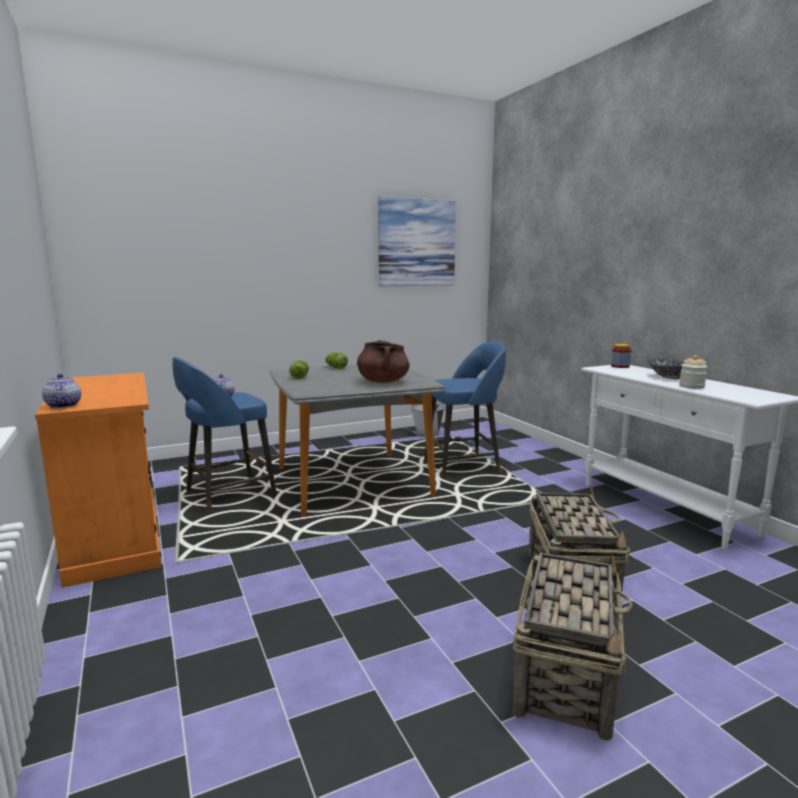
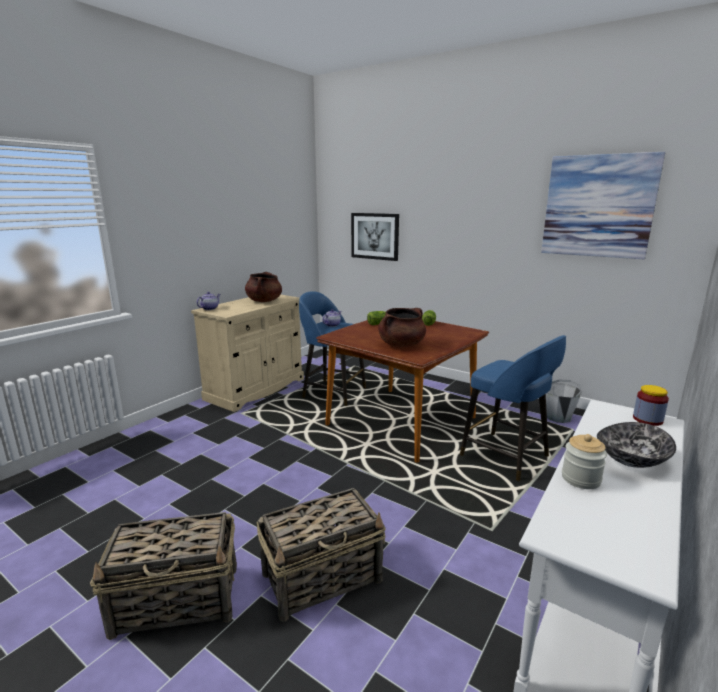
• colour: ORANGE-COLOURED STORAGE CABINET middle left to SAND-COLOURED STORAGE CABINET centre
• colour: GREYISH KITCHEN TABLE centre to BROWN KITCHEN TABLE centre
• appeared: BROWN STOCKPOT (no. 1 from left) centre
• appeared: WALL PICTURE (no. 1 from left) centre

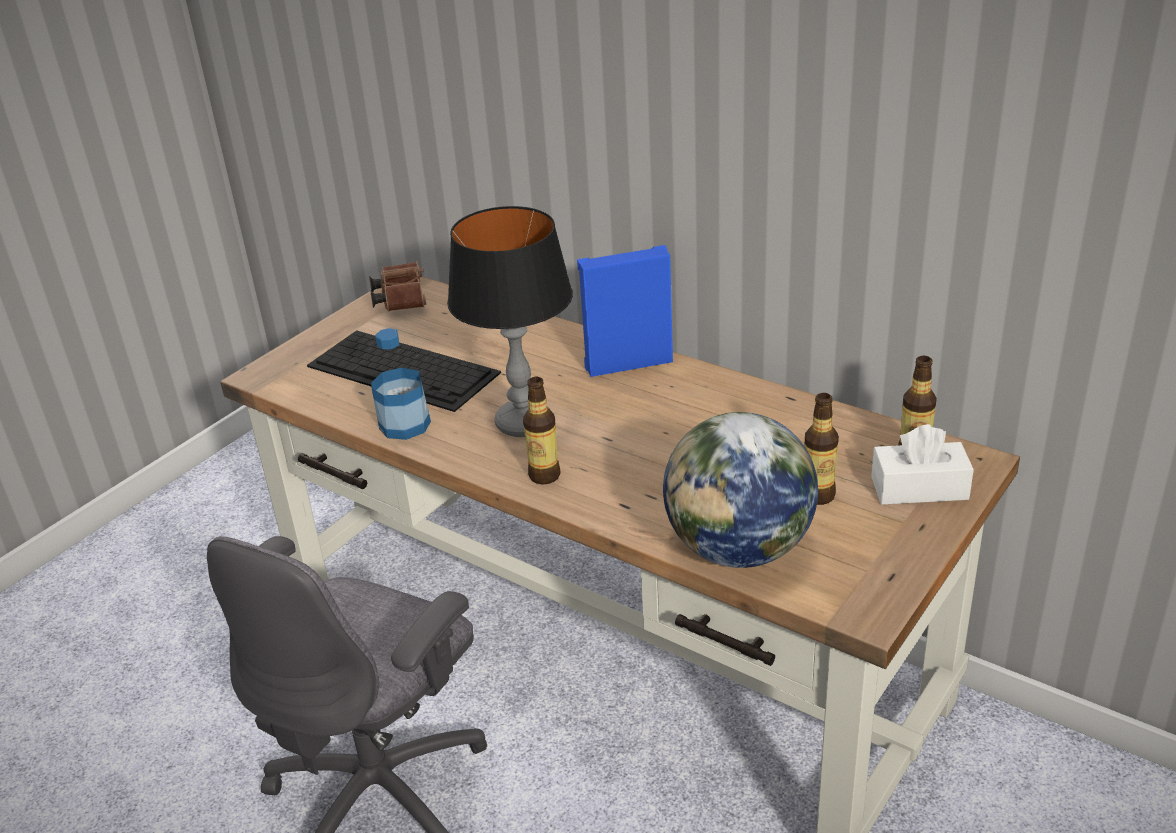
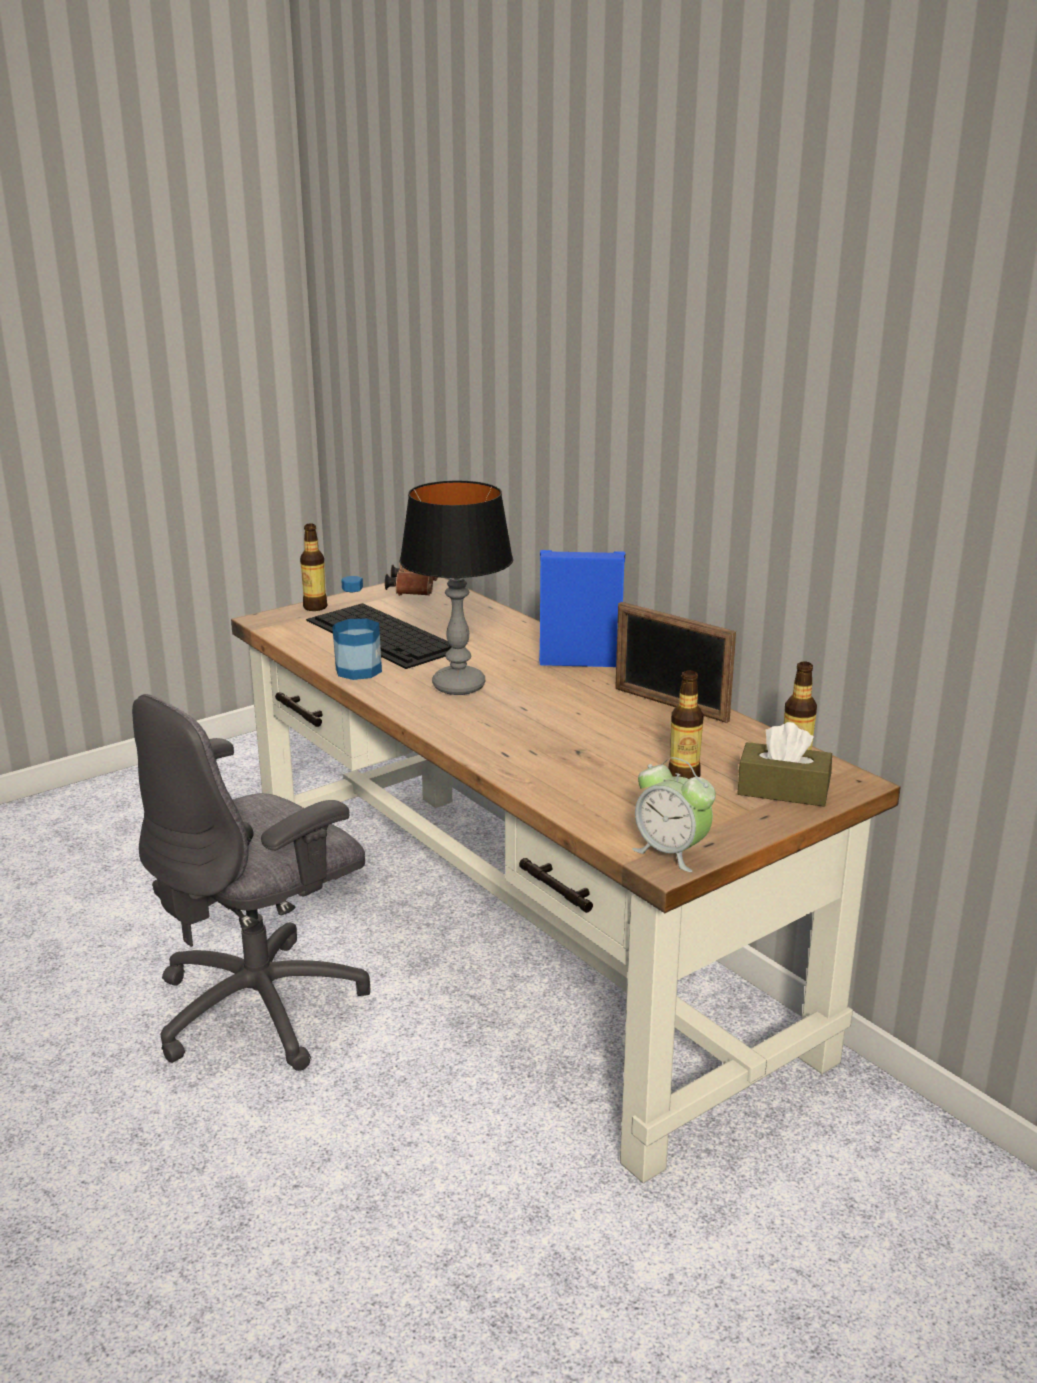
• relocated: DRINK BOTTLE (no. 2 from left in the first image) centre to DRINK BOTTLE (no. 1 from left) middle left
• missing: GLOBE centre
• colour: WHITE BOX OF TISSUES middle right to BROWN BOX OF TISSUES middle right
• appeared: STANDING FRAME centre
• appeared: TABLE CLOCK centre

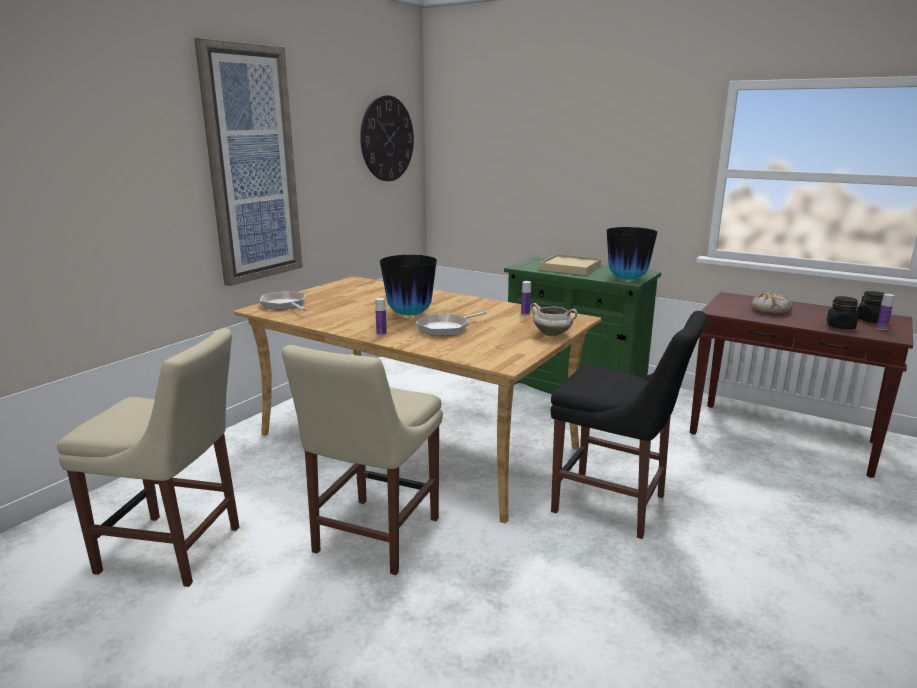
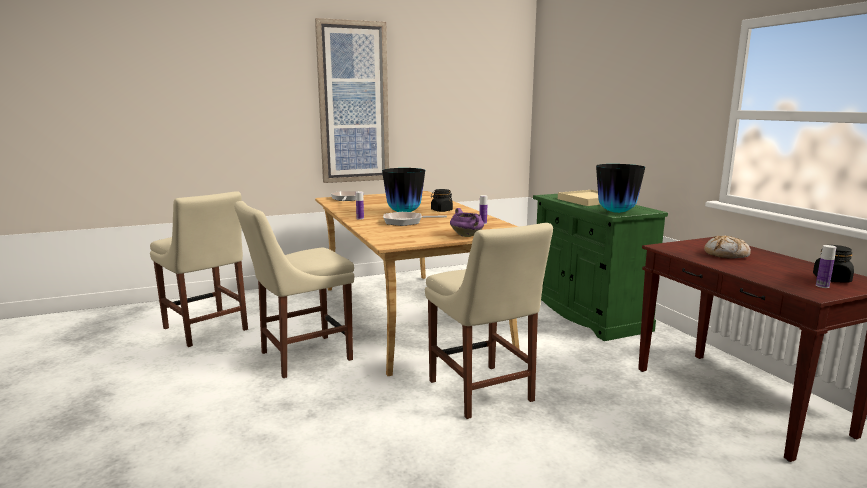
• missing: CLOCK ON THE WALL top centre
• colour: WHITE STOCKPOT centre to PURPLISH STOCKPOT centre
• colour: BLACK-COLOURED UPRIGHT CHAIR middle right to SAND-COLOURED UPRIGHT CHAIR (no. 3 from left) centre
• relocated: BLACK-COLOURED STORAGE JAR (no. 1 from left) middle right to centre

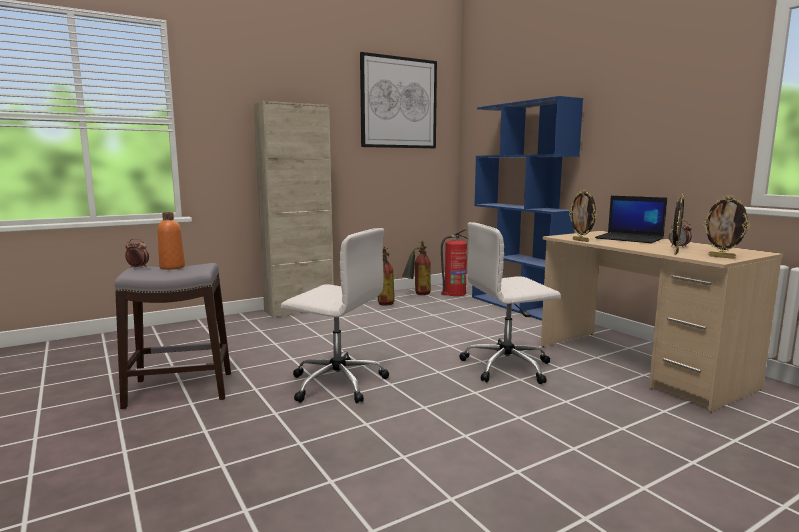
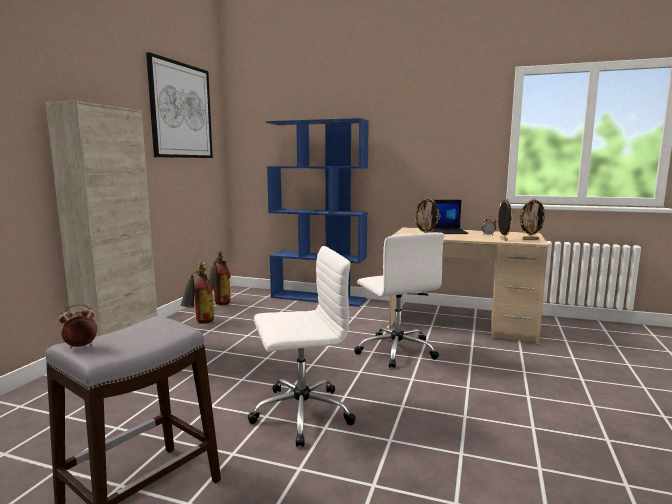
• missing: ORANGE-COLOURED DRINK BOTTLE middle left
• missing: EXTINGUISHER (no. 3 from left) centre
• spun: WHITE COMPUTER CHAIR (no. 2 from left) centre = centre 60 degrees counterclockwise

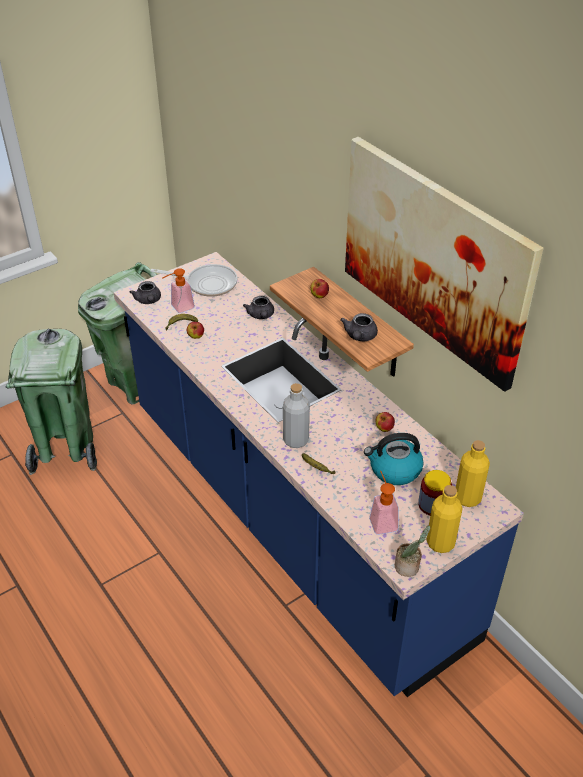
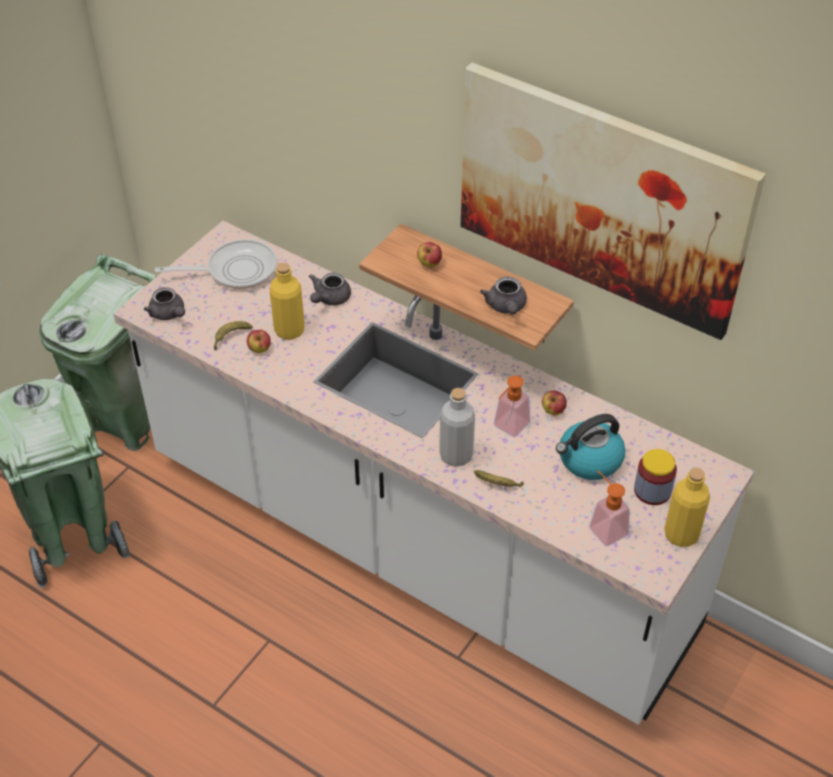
• colour: BLUE-COLOURED COUNTER centre to WHITE COUNTER centre
• relocated: LIQUID SOAP BOTTLE (no. 1 from left) middle left to centre
• spun: GREYISH TEAPOT (no. 2 from left) centre = centre 60 degrees clockwise
• missing: POTTED PLANT bottom right
• relocated: YELLOWISH DRINK BOTTLE (no. 2 from left in the first image) middle right to YELLOWISH DRINK BOTTLE (no. 1 from left) centre

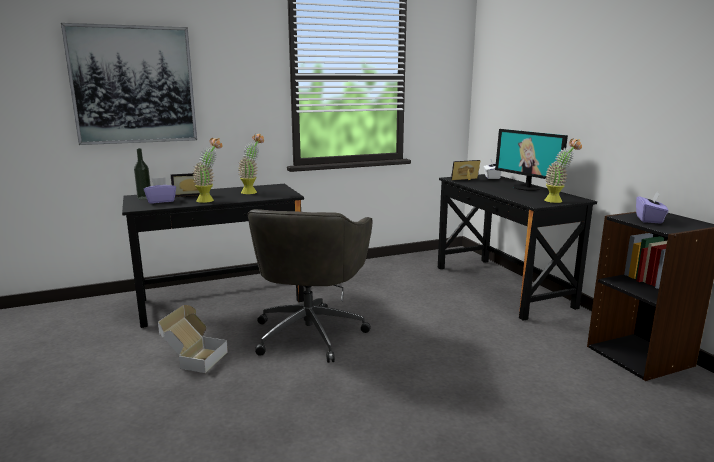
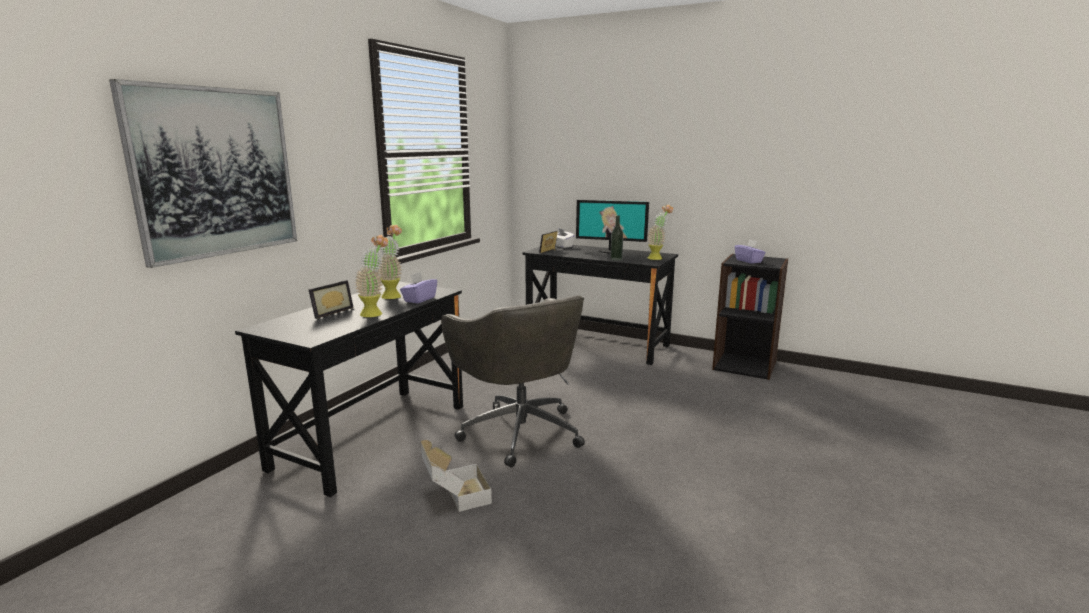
• relocated: DRINK BOTTLE middle left to centre
• relocated: PURPLISH BOX OF TISSUES (no. 1 from left) middle left to centre

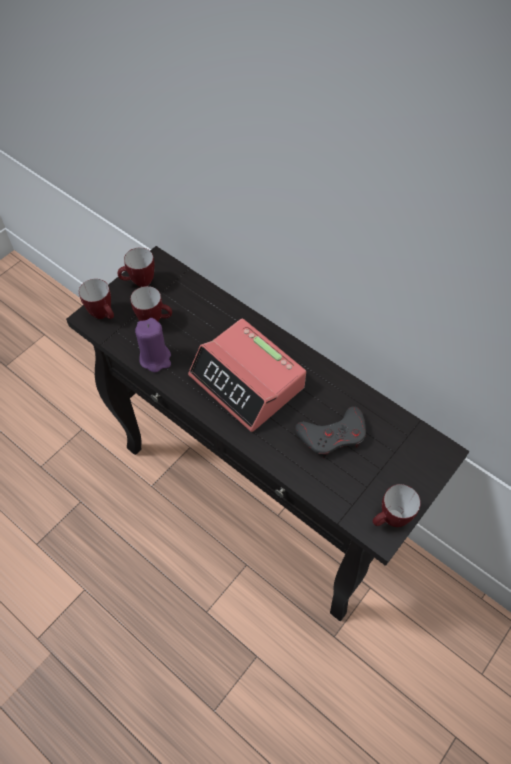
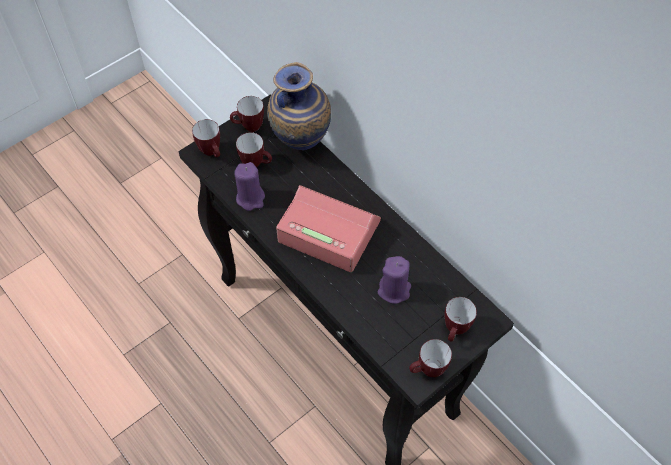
• spun: TABLE CLOCK centre = centre 150 degrees clockwise
• exchanged: GREYISH GAME CONTROLLER centre to PURPLISH CANDLE (no. 2 from left) centre
• appeared: DECORATIVE VASE top centre
• appeared: MUG (no. 5 from left) bottom right

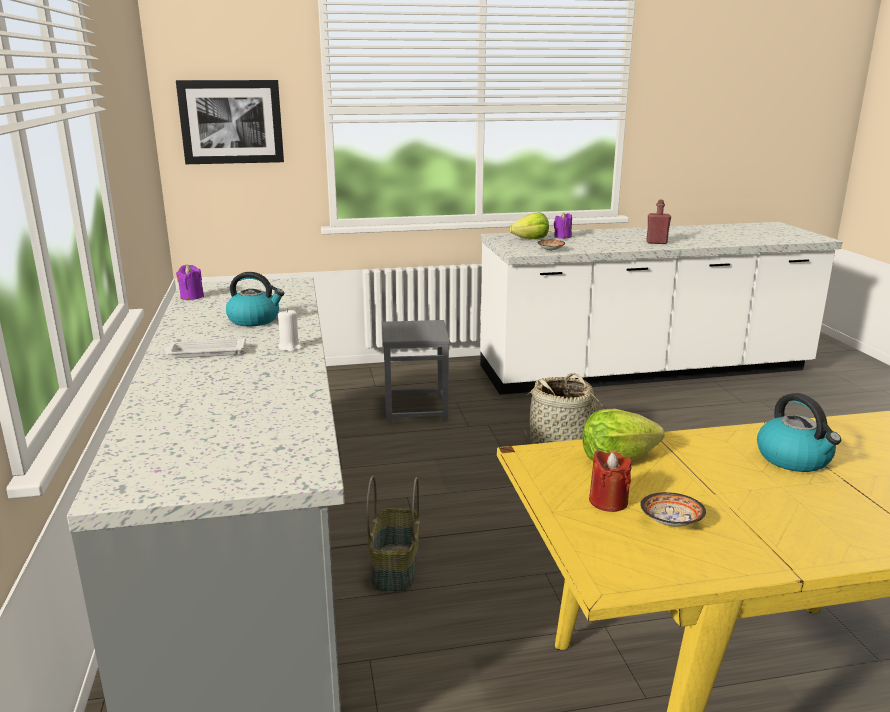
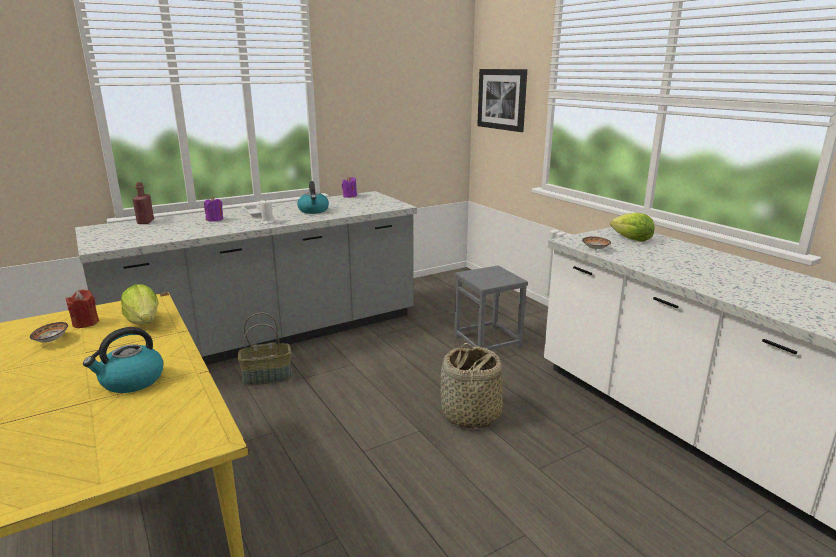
• relocated: PURPLISH CANDLE (no. 2 from left in the first image) top centre to PURPLISH CANDLE (no. 1 from left) middle left
• relocated: RED-COLOURED DRINK BOTTLE top right to middle left

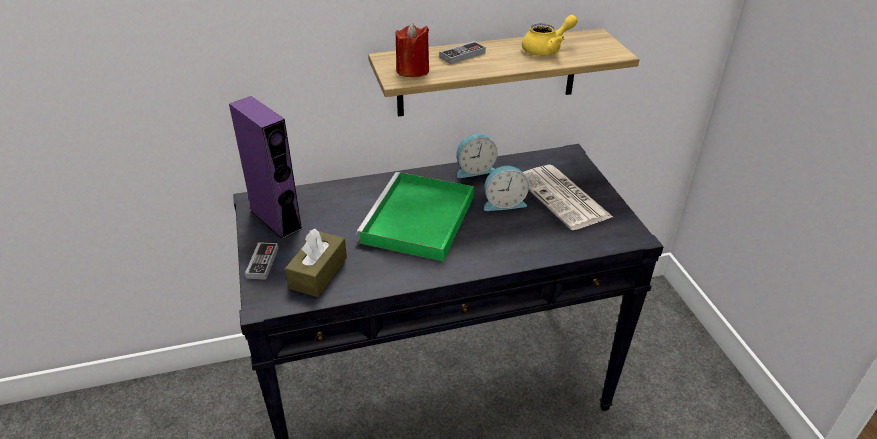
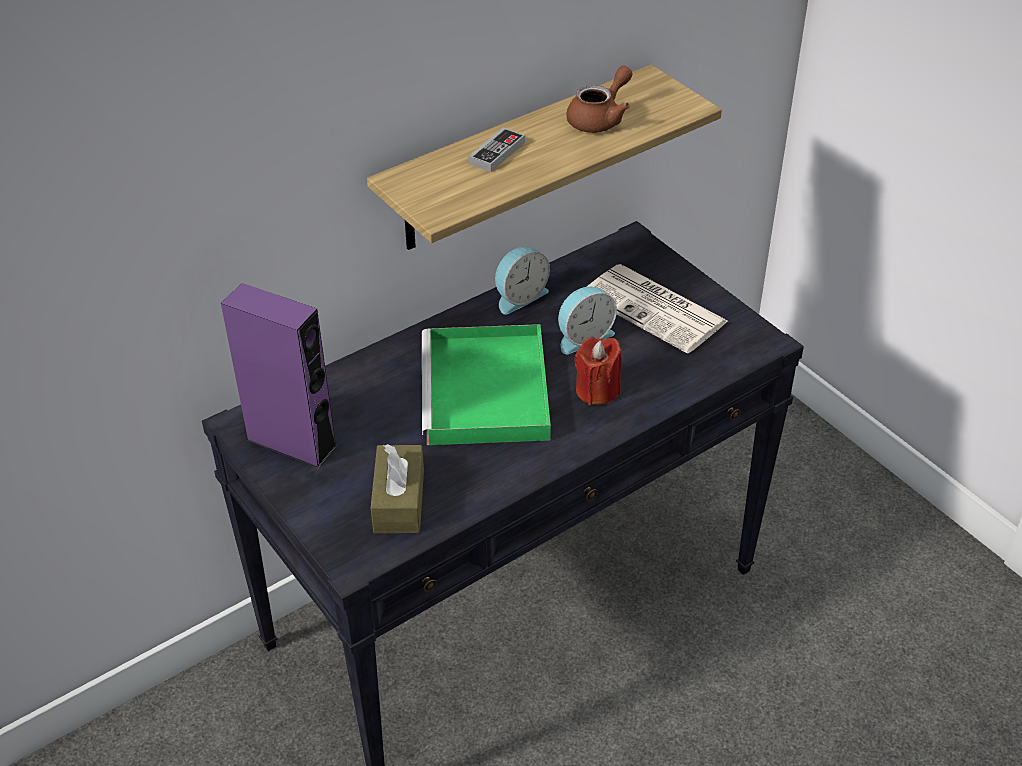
• missing: GAME CONTROLLER (no. 1 from left) middle left
• relocated: RED-COLOURED CANDLE top centre to centre
• colour: YELLOWISH TEAPOT top centre to BROWN TEAPOT top centre

